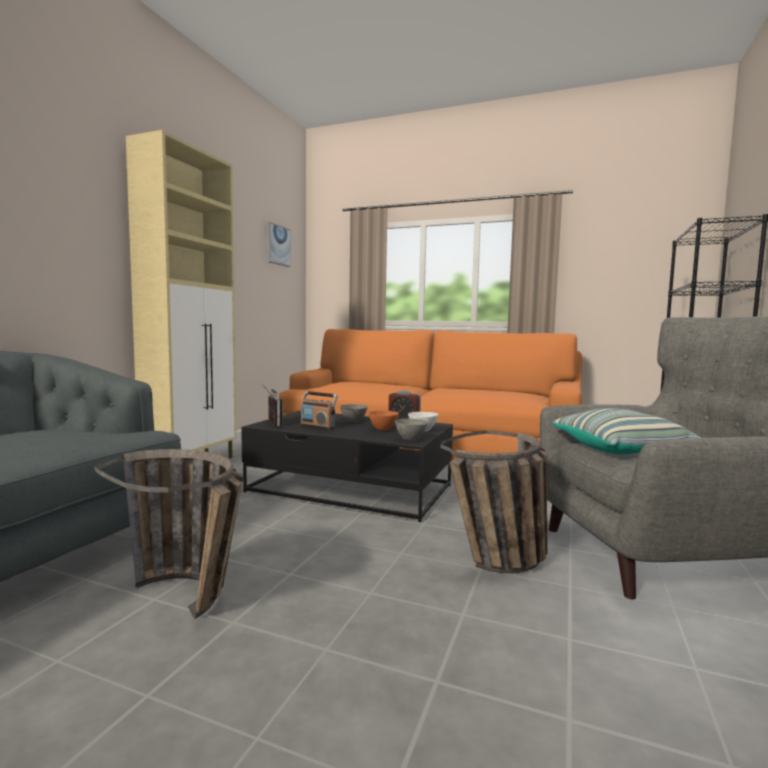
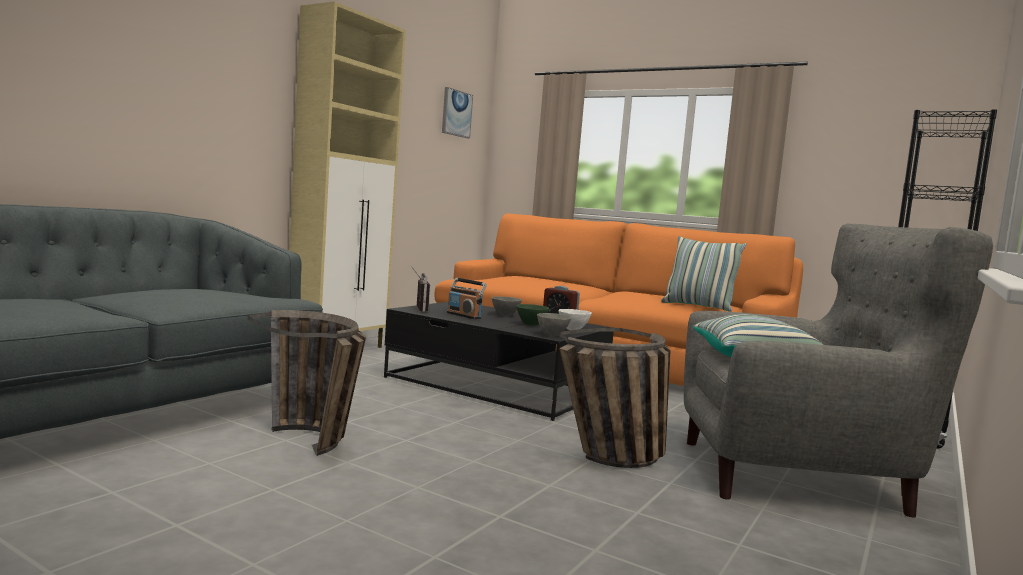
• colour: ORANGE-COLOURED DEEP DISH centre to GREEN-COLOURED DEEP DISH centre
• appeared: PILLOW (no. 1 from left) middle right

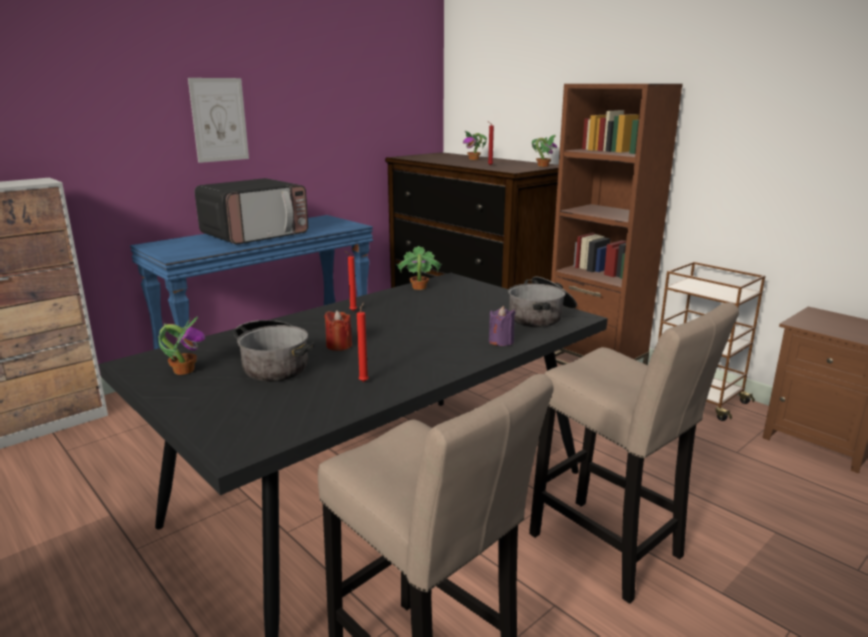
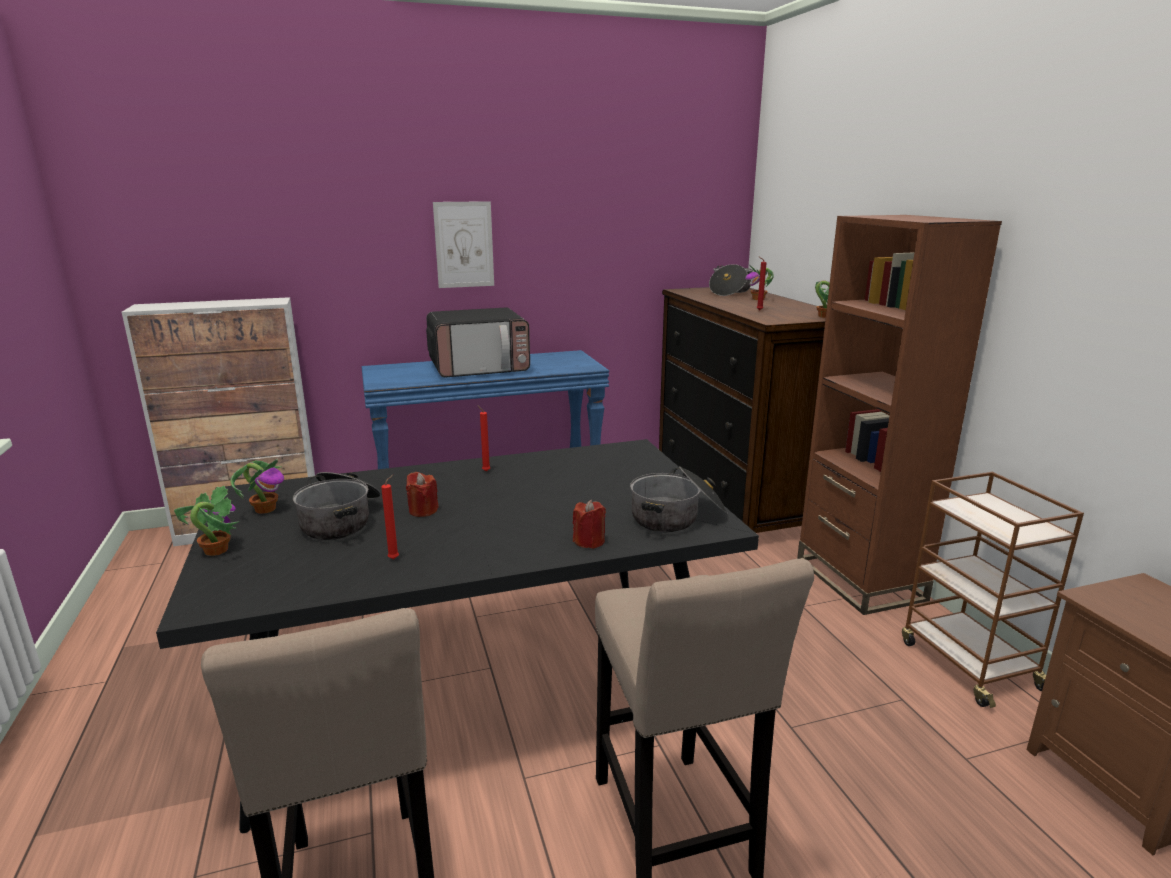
• relocated: POTTED PLANT (no. 2 from left in the first image) centre to POTTED PLANT (no. 1 from left) middle left
• colour: PURPLISH CANDLE centre to RED-COLOURED CANDLE (no. 4 from left) centre
• appeared: STOCKPOT (no. 3 from left) top centre

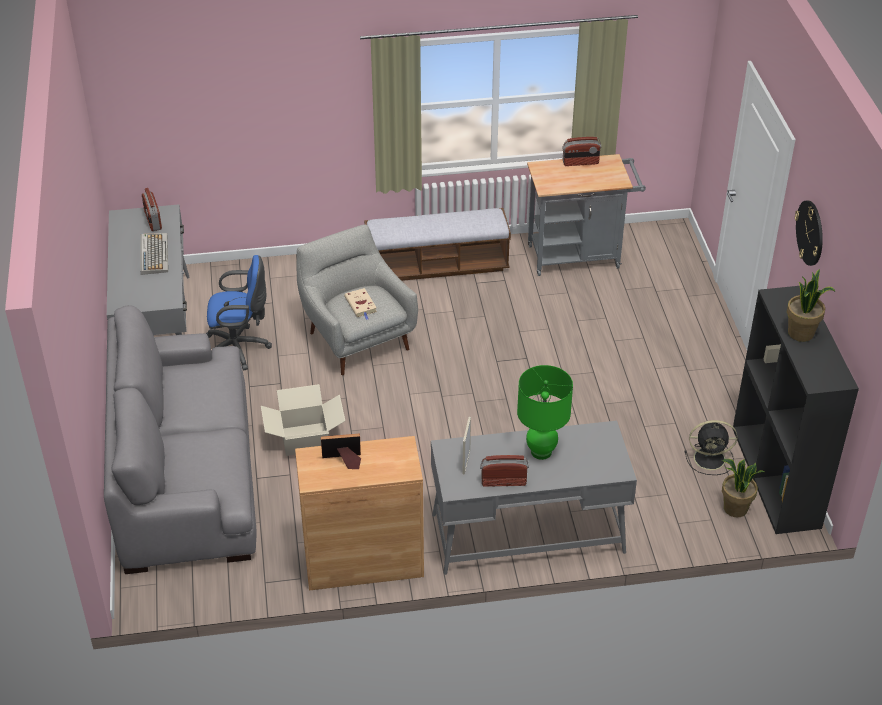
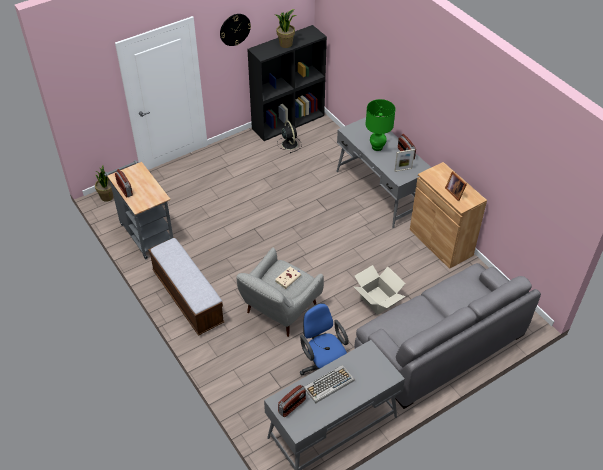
• relocated: POTTED PLANT (no. 1 from left) bottom right to middle left

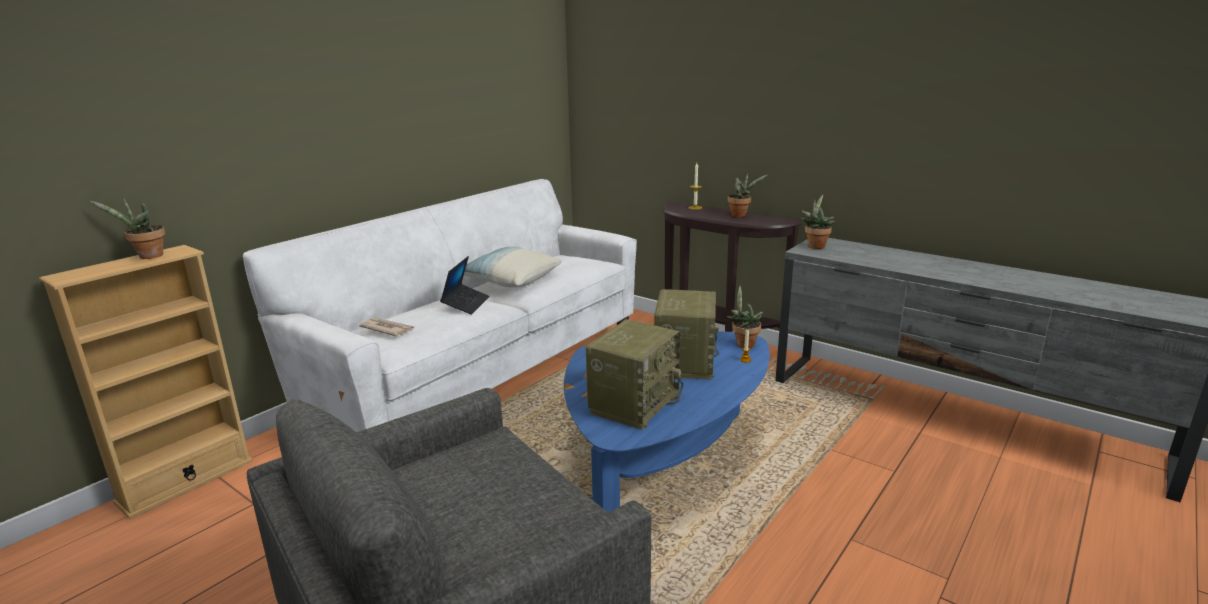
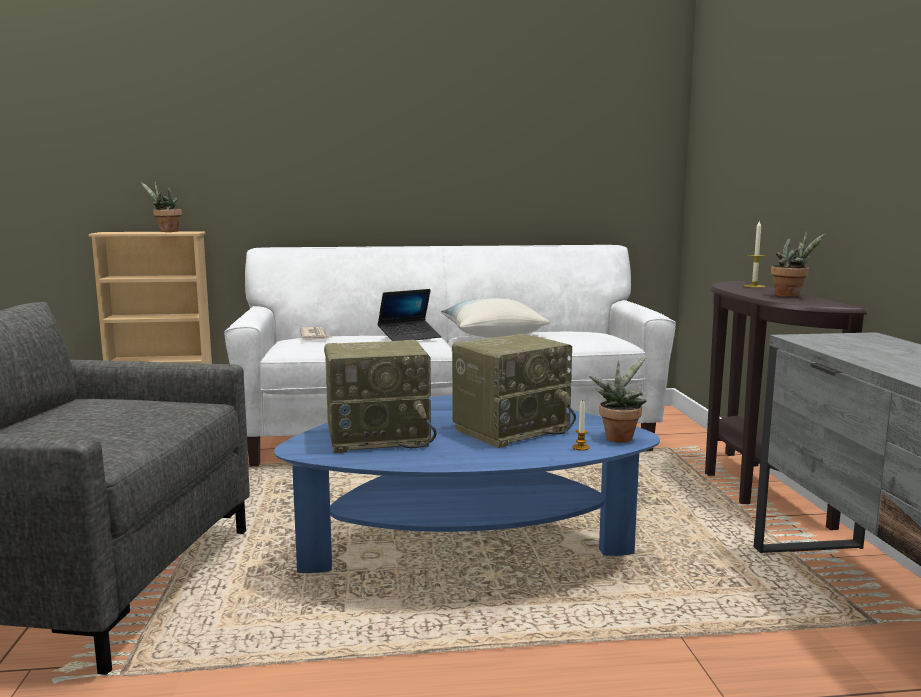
• missing: POTTED PLANT (no. 4 from left) middle right

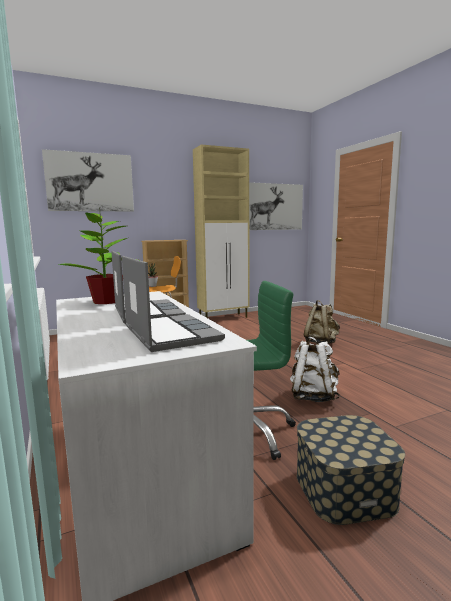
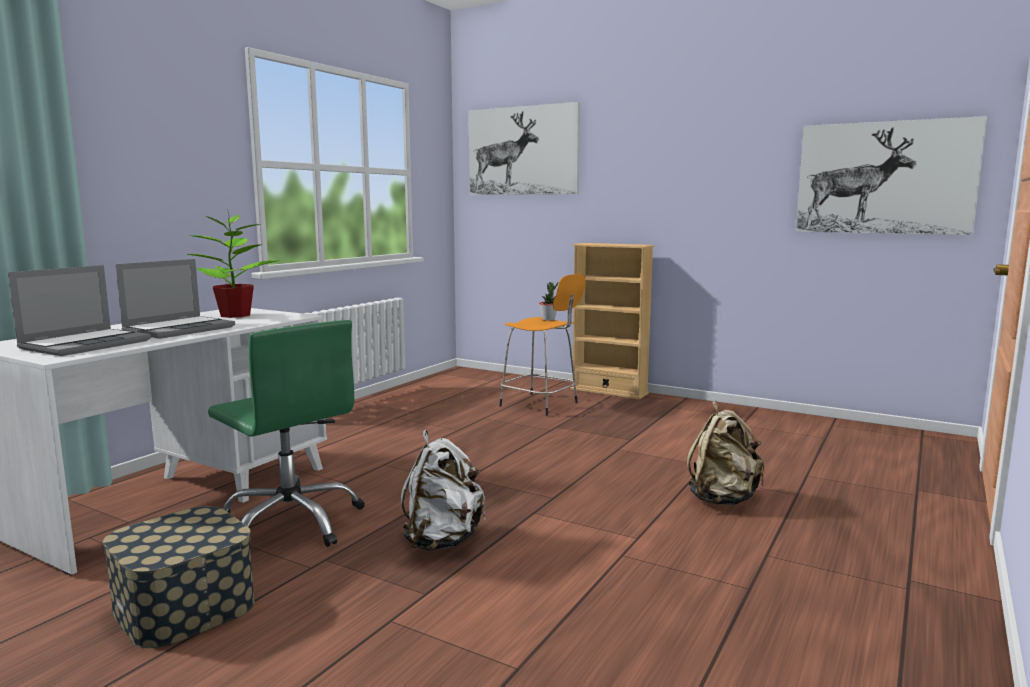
• missing: SAND-COLOURED STORAGE CABINET centre

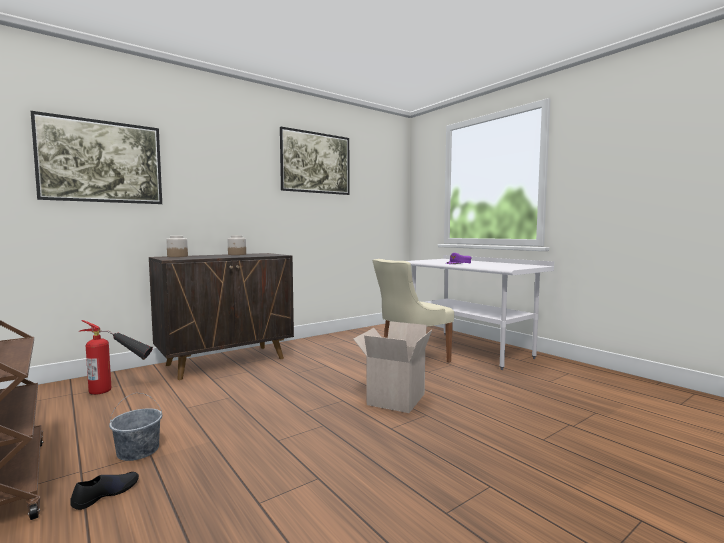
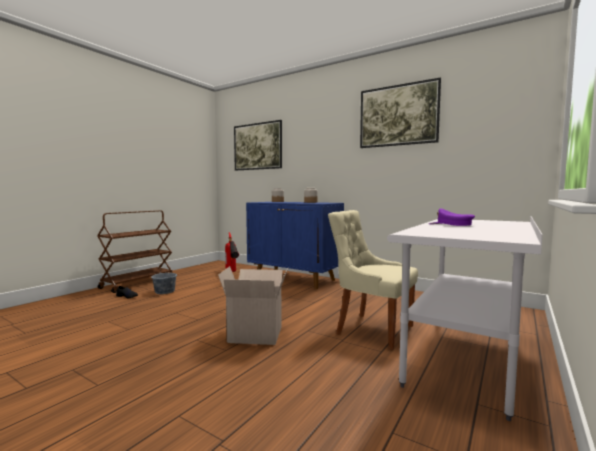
• colour: BROWN STORAGE CABINET middle left to BLUE-COLOURED STORAGE CABINET centre

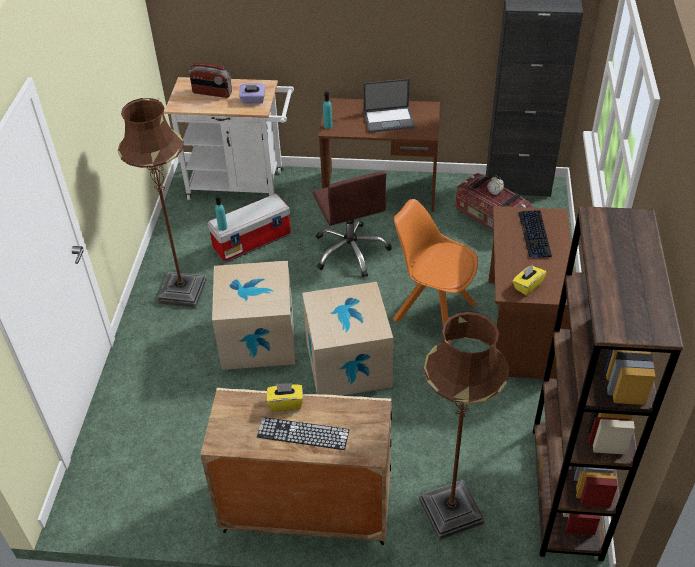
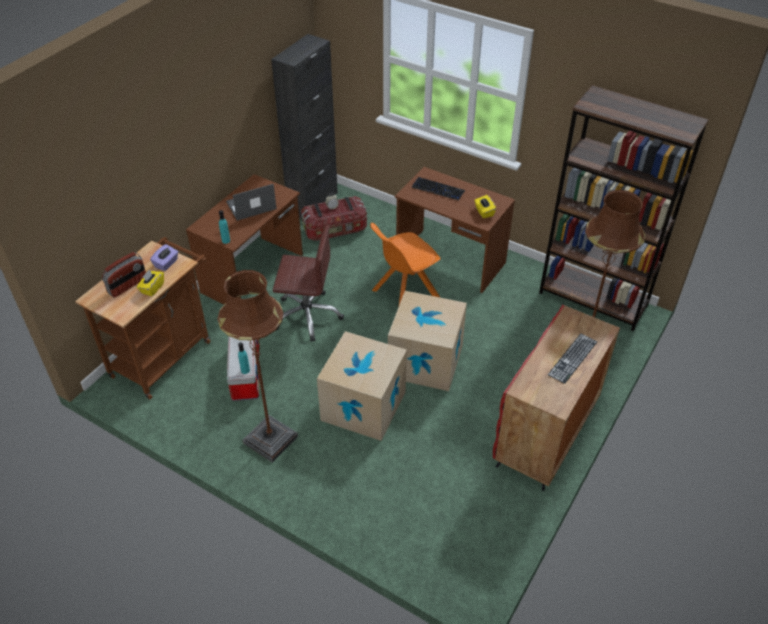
• colour: WHITE TROLLEY top left to BROWN TROLLEY middle left
• colour: SAND-COLOURED STORAGE CABINET bottom centre to RED-COLOURED STORAGE CABINET middle right
• relocated: YELLOWISH BOX OF TISSUES (no. 1 from left) bottom centre to middle left
• spun: NOTEBOOK COMPUTER top centre = top left 135 degrees counterclockwise

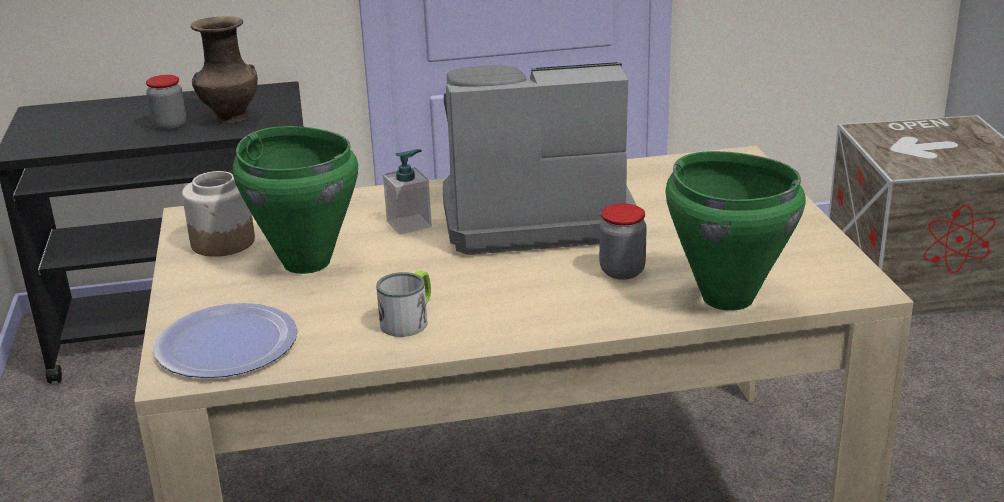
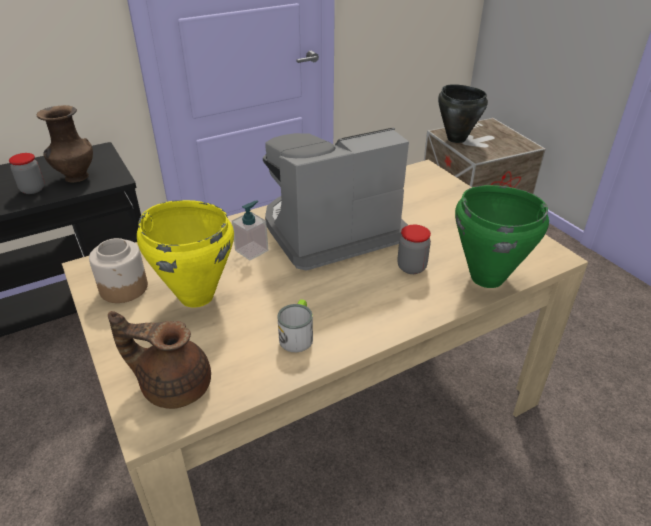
• exchanged: DINNER PLATE bottom left to BROWN TEAPOT bottom left
• colour: GREEN-COLOURED STOCKPOT (no. 1 from left) middle left to YELLOWISH STOCKPOT middle left
• appeared: BLACK-COLOURED STOCKPOT top right

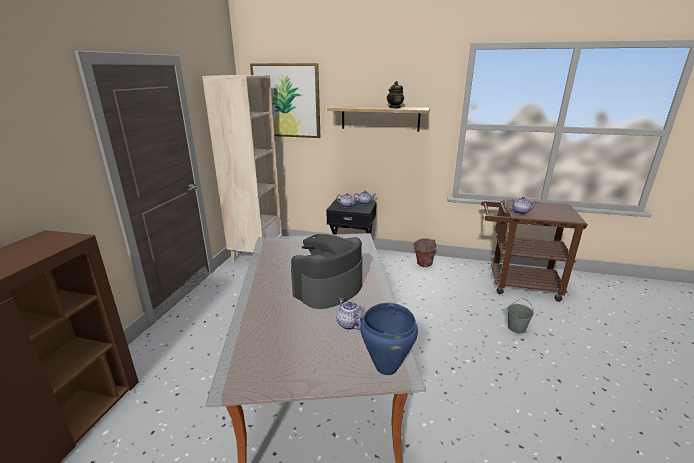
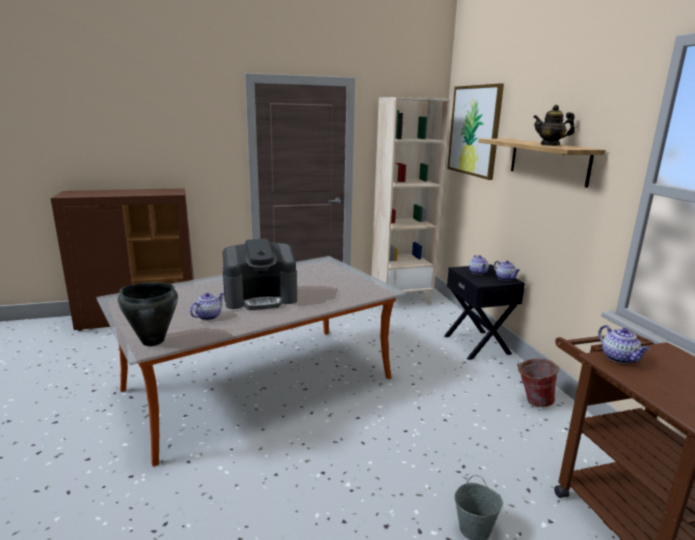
• spun: COFFEE MACHINE centre = centre 150 degrees clockwise
• colour: BLUE-COLOURED STOCKPOT bottom centre to BLACK-COLOURED STOCKPOT middle left

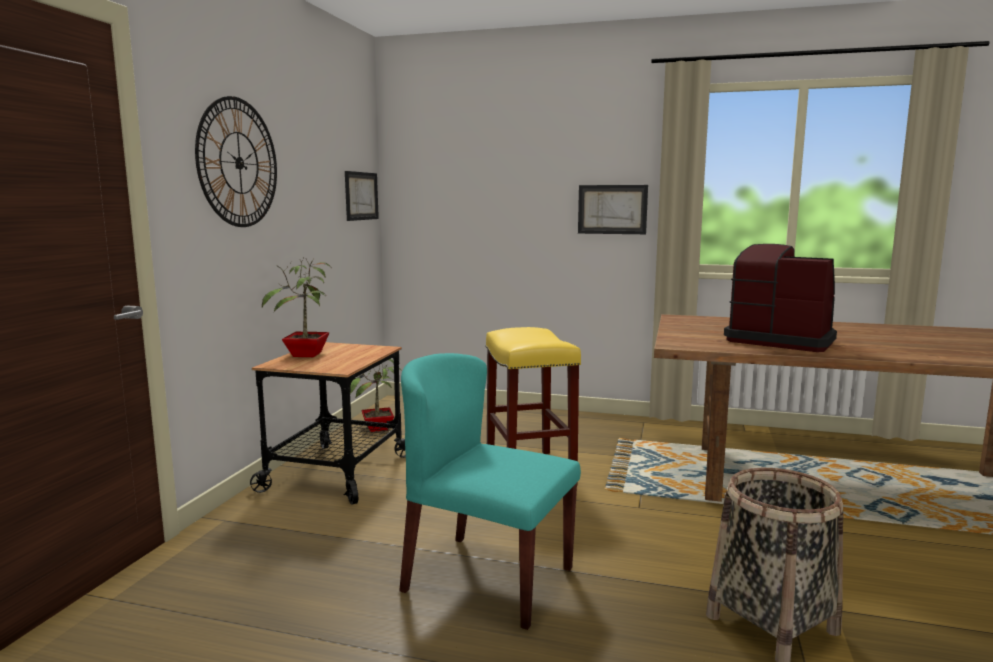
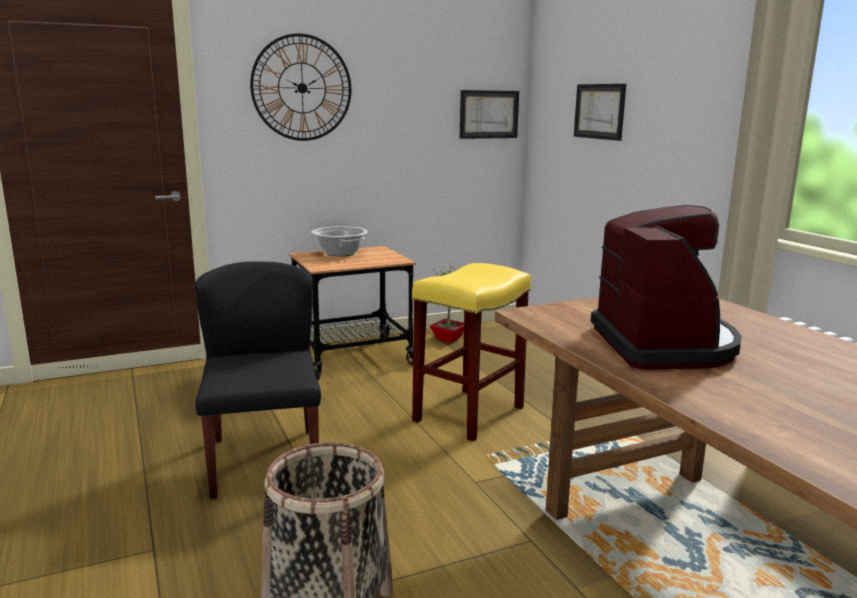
• exchanged: POTTED PLANT (no. 1 from left) middle left to STOCKPOT centre
• colour: TURQUOISE UPRIGHT CHAIR bottom centre to BLACK-COLOURED UPRIGHT CHAIR middle left
• relocated: WALL PICTURE (no. 2 from left) top centre to top right

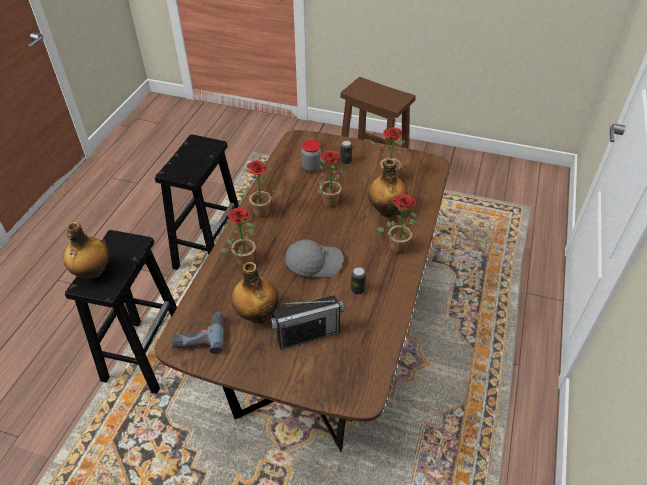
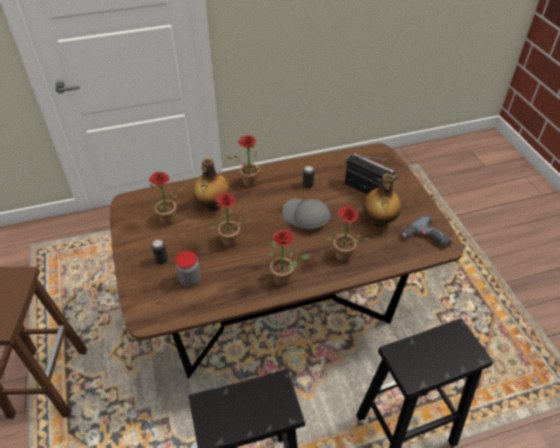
• missing: DRINK BOTTLE (no. 1 from left) middle left

